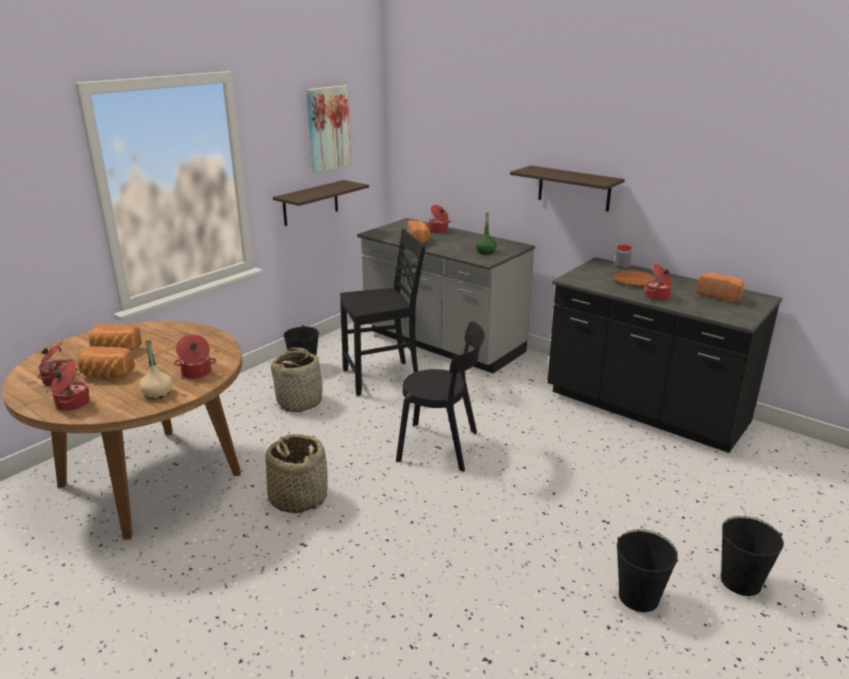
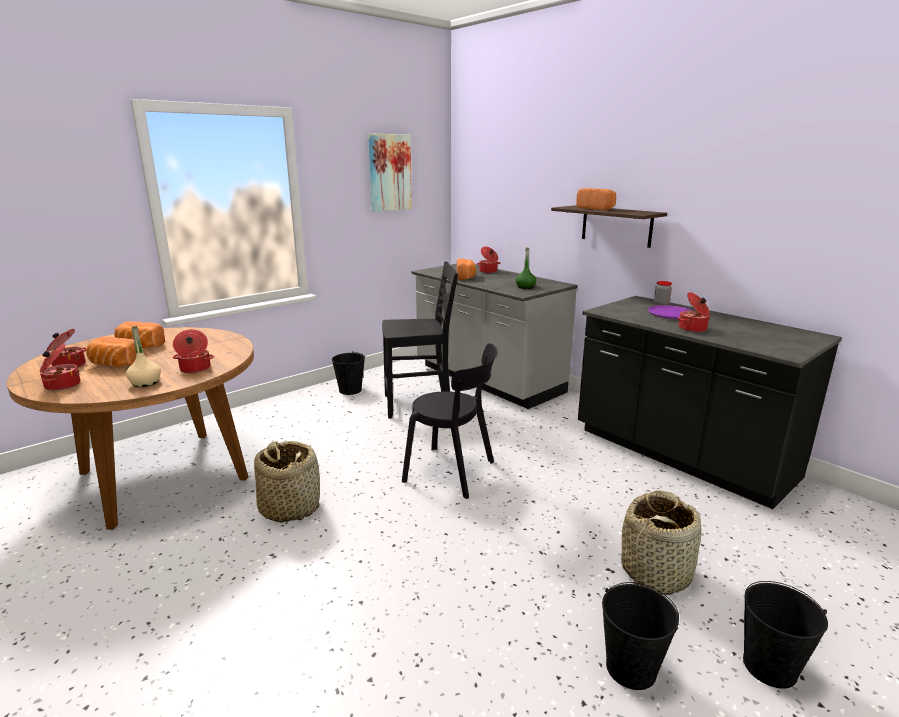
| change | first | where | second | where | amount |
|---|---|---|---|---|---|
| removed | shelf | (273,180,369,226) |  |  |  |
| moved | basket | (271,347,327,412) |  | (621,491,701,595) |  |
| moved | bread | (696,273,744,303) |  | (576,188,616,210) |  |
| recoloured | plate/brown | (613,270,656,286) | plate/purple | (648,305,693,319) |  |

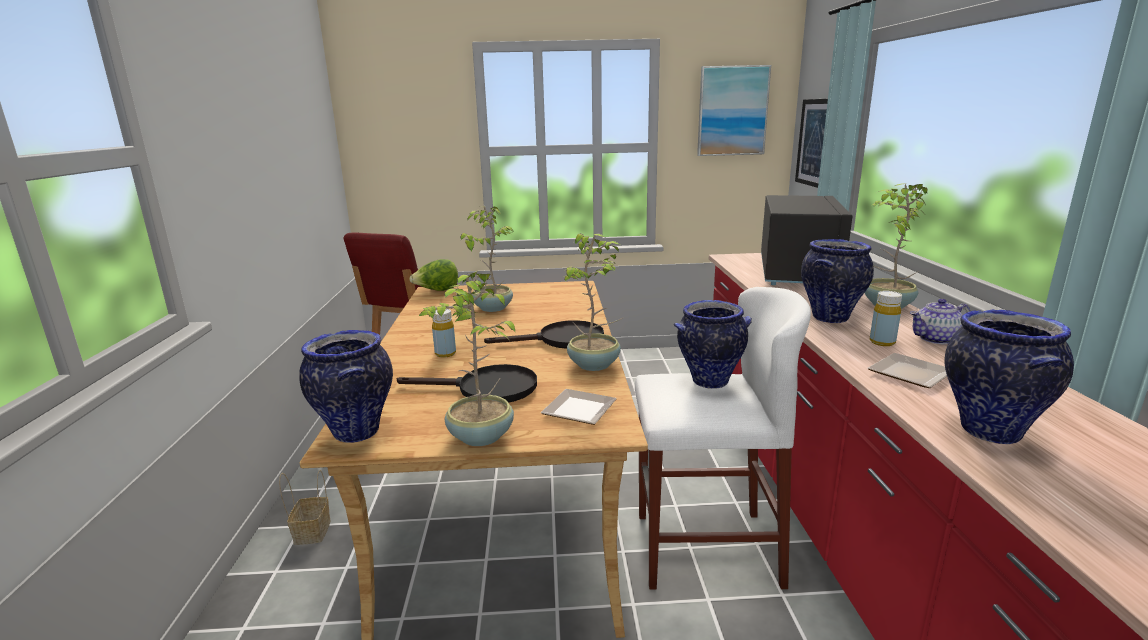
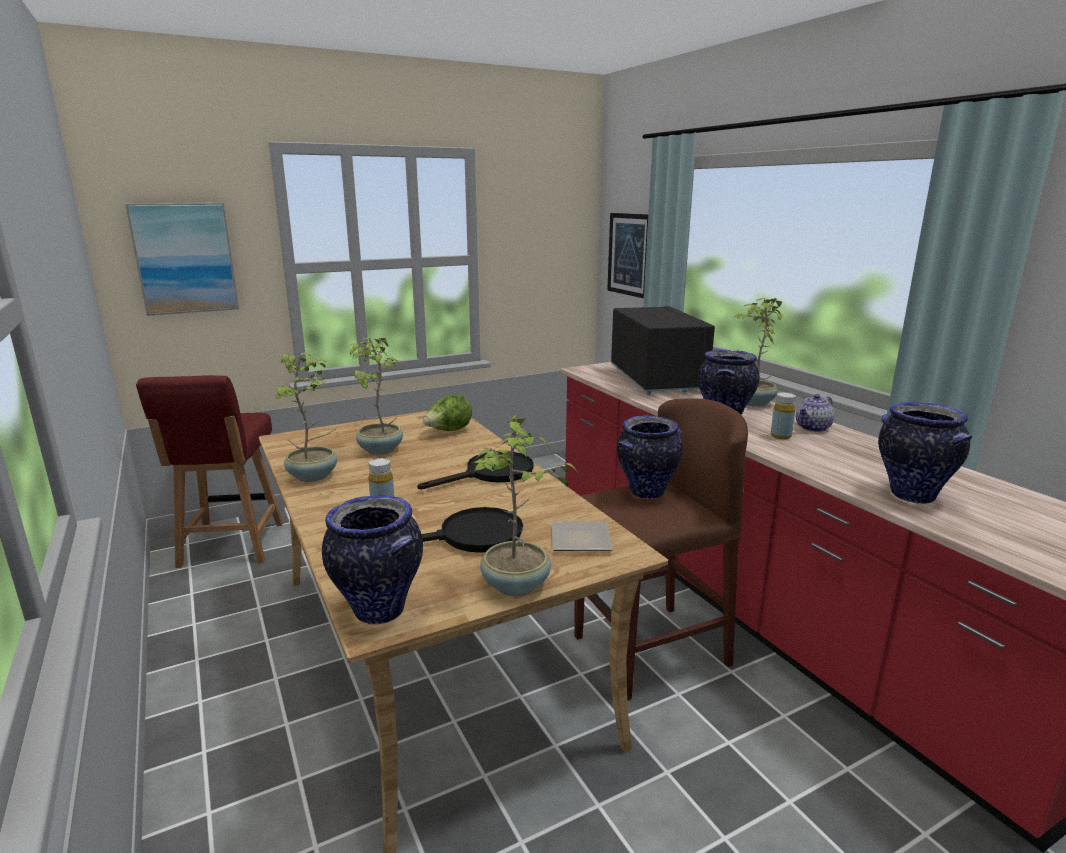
| change | first | where | second | where | amount |
|---|---|---|---|---|---|
| removed | basket | (279,470,331,545) |  |  |  |
| removed | plate | (867,353,947,388) |  |  |  |
| moved | lettuce | (409,259,458,291) |  | (423,394,472,431) |  |
| moved | potted plant | (564,233,624,371) |  | (275,353,337,482) |  |
| moved | picture | (697,65,771,156) |  | (125,203,239,316) |  |
| recoloured | stool/white | (635,287,811,590) | stool/brown | (574,399,748,700) |  |

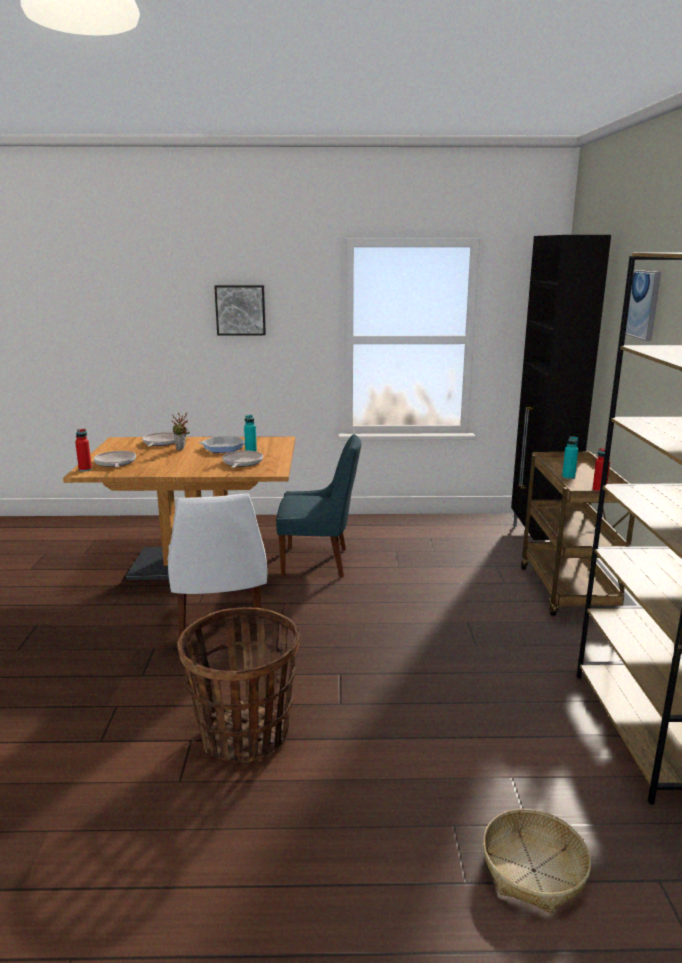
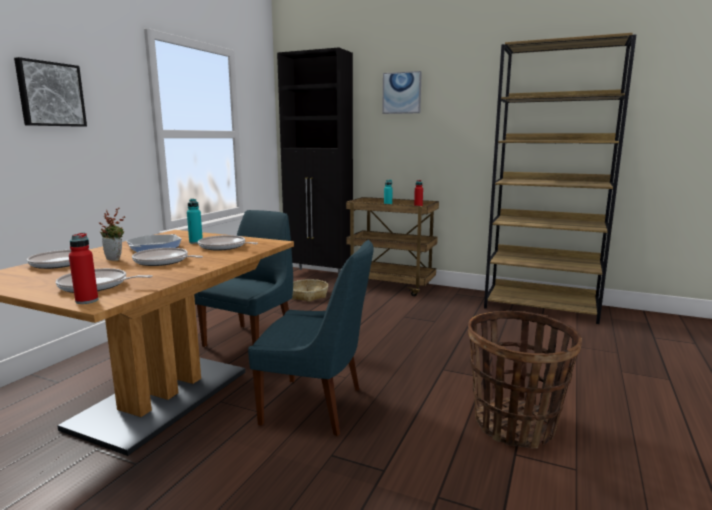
| change | first | where | second | where | amount |
|---|---|---|---|---|---|
| added |  |  | frying pan | (132,248,203,266) |  |
| moved | basket | (483,809,591,914) |  | (292,279,329,302) |  |
| recoloured | chair/white | (167,493,267,638) | chair/blue | (248,240,374,436) |  |

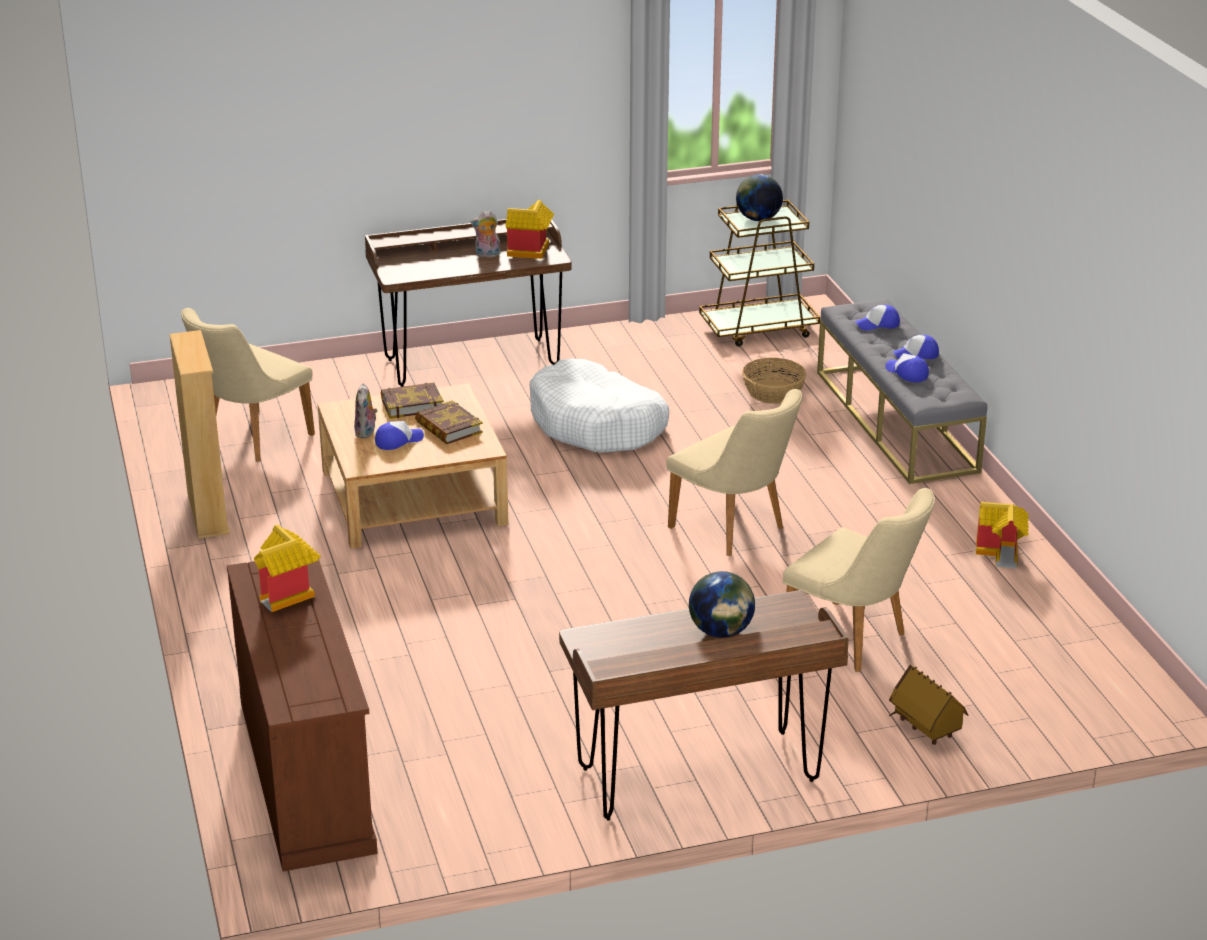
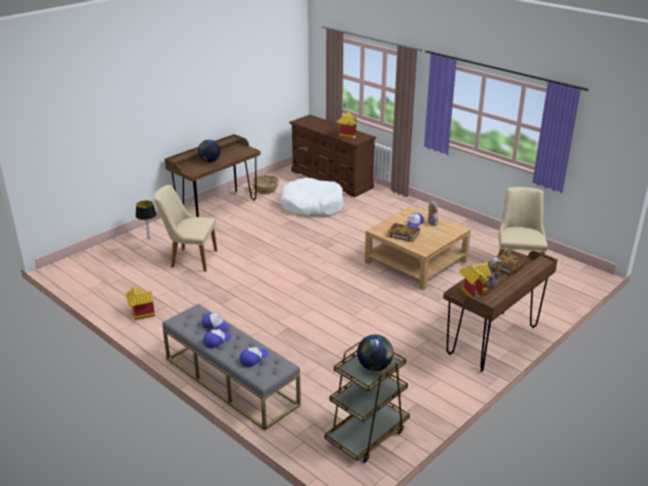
| change | first | where | second | where | amount |
|---|---|---|---|---|---|
| removed | bookcase/beige | (169,330,230,539) |  |  |  |
| removed | chair/beige | (666,389,802,556) |  |  |  |
| moved | book | (381,383,444,419) |  | (497,249,528,275) |  |
| moved | dog bed/white | (530,359,669,452) |  | (280,178,344,217) |  |
| moved | basket | (742,358,806,404) |  | (251,175,279,194) |  |
| replaced | toy house | (889,665,968,745) | table lamp | (136,201,156,239) |  |

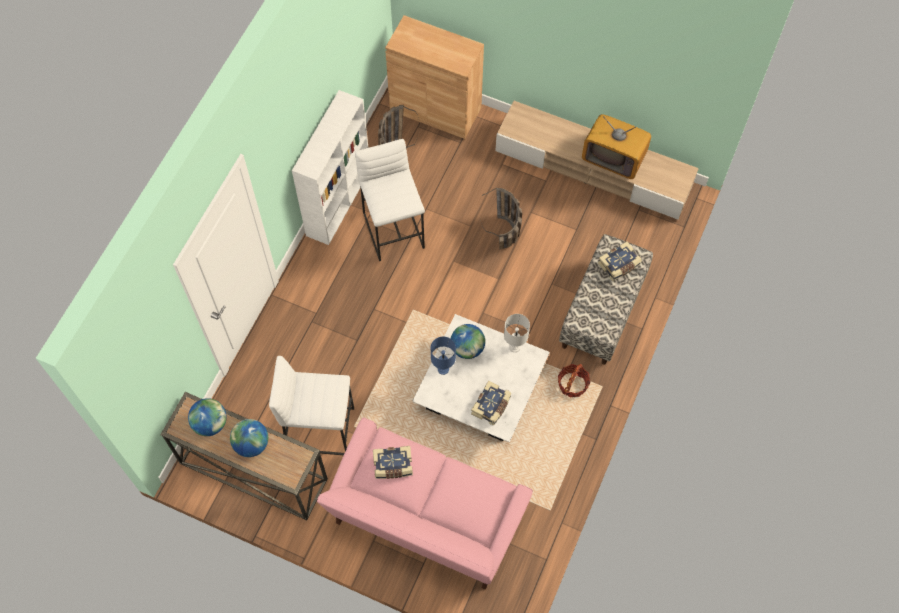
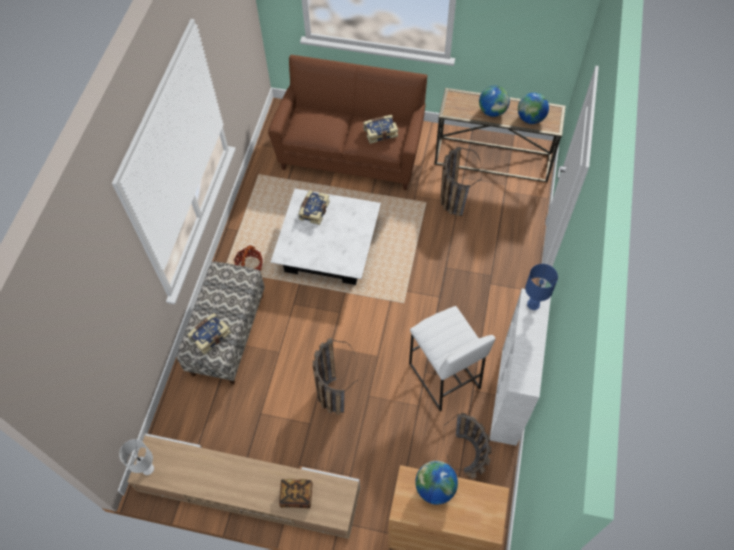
| change | first | where | second | where | amount |
|---|---|---|---|---|---|
| removed | television | (582,114,651,179) |  |  |  |
| added |  |  | book | (279,479,313,508) |  |
| moved | table lamp/blue | (431,337,456,375) |  | (525,264,558,310) |  |
| moved | globe | (451,324,485,359) |  | (415,461,458,505) |  |
| moved | table lamp/white | (504,314,530,352) |  | (119,439,154,475) |  |
| replaced | stool/white | (269,356,354,455) | basket | (440,147,482,216) |  |
| recoloured | sofa/pink | (317,417,533,590) | sofa/brown | (268,55,427,190) |  |

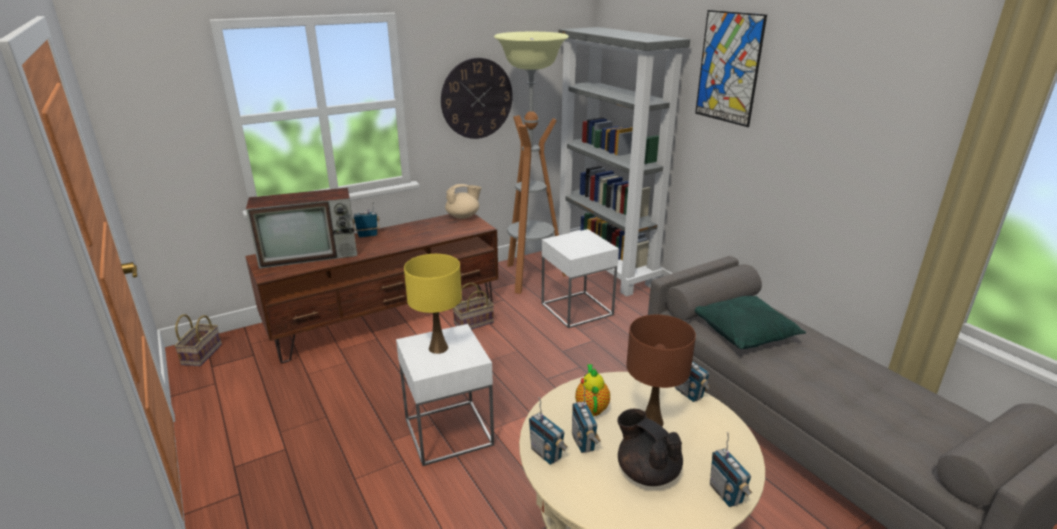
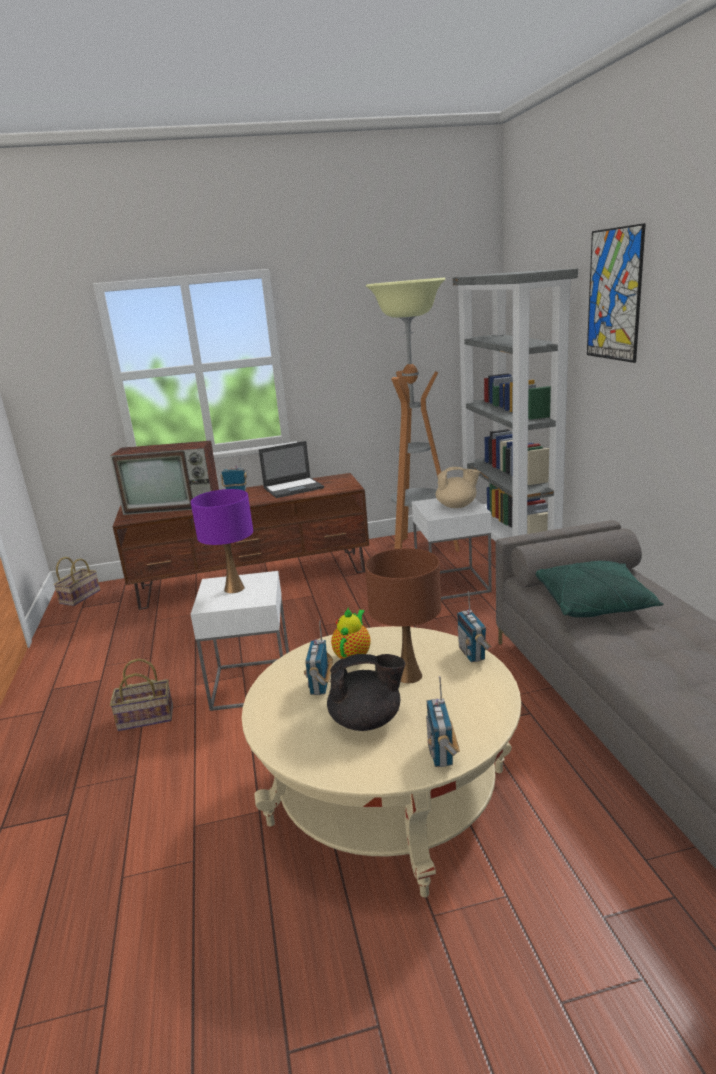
| change | first | where | second | where | amount |
|---|---|---|---|---|---|
| removed | wall clock | (441,58,513,139) |  |  |  |
| removed | radio | (529,397,568,465) |  |  |  |
| added |  |  | laptop | (259,441,324,498) |  |
| moved | teapot/beige | (445,184,481,219) |  | (436,467,480,508) |  |
| moved | basket | (453,283,494,330) |  | (110,659,173,731) |  |
| recoloured | table lamp/yellow | (404,254,462,354) | table lamp/purple | (191,489,253,593) |  |
| turned | teapot/black | (617,409,683,486) |  | (327,654,405,731) | 105 degrees clockwise |

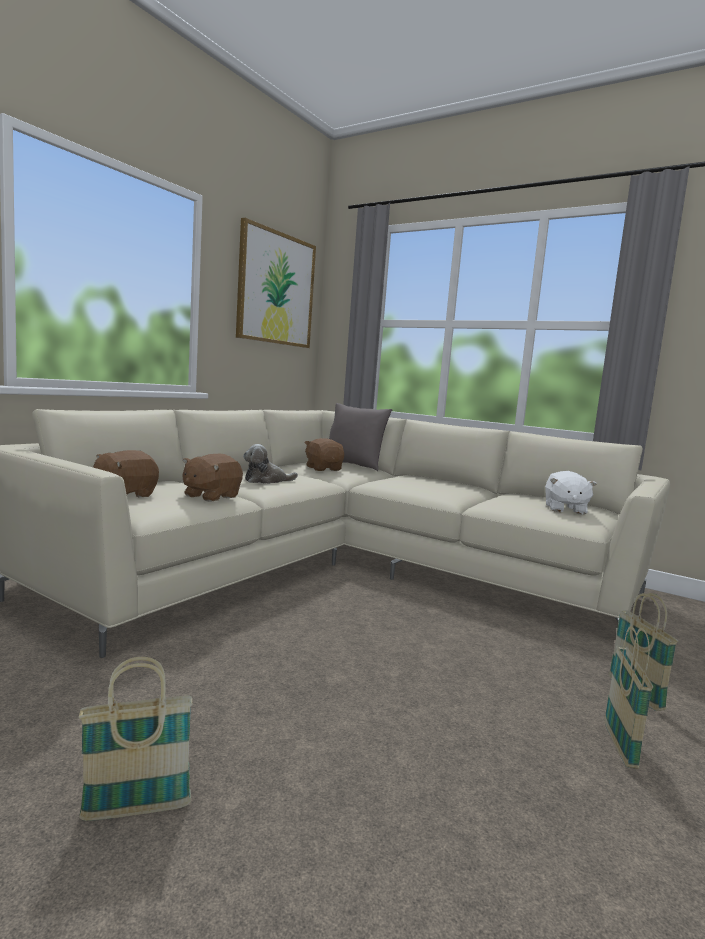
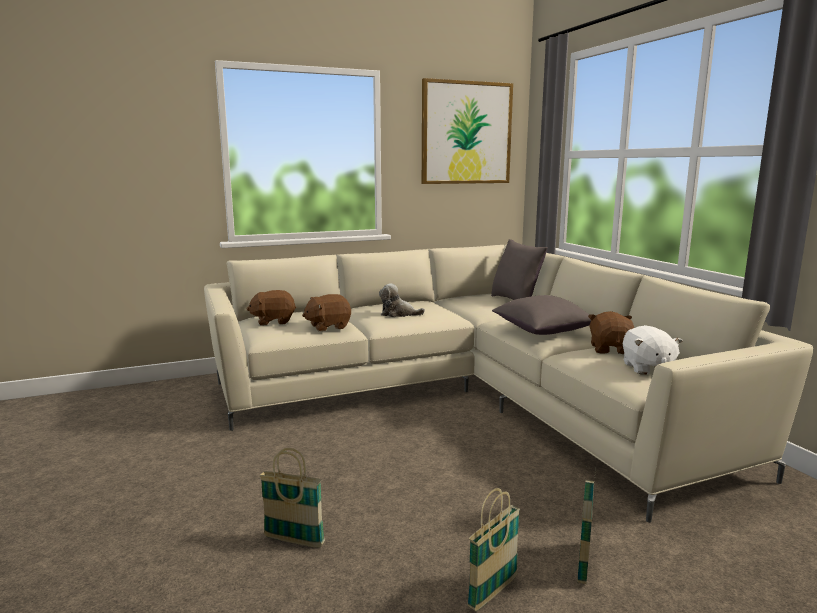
| change | first | where | second | where | amount |
|---|---|---|---|---|---|
| added |  |  | pillow/grey | (492,295,591,335) |  |
| moved | basket | (78,657,193,821) |  | (260,448,325,548) |  |
| moved | plush toy/brown | (304,438,344,471) |  | (588,311,634,354) |  |
| turned | plush toy/white | (545,471,597,515) |  | (623,325,683,375) | 45 degrees counterclockwise |

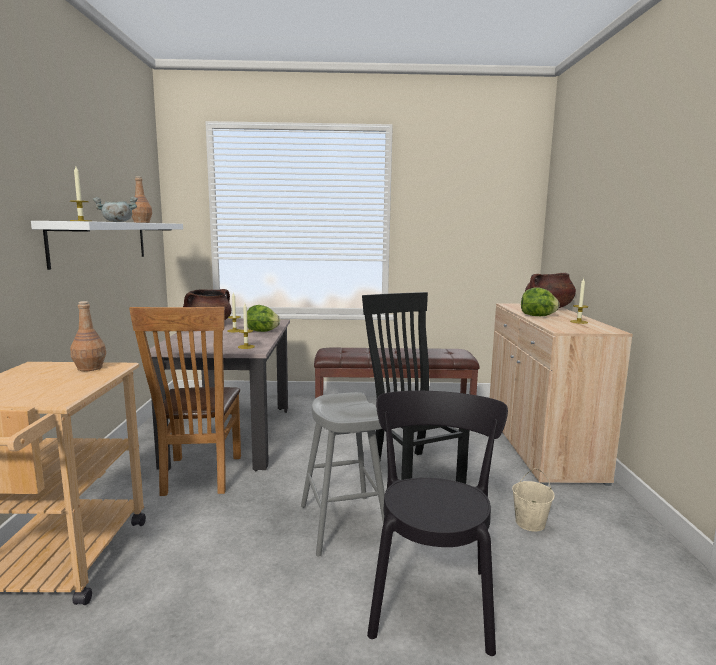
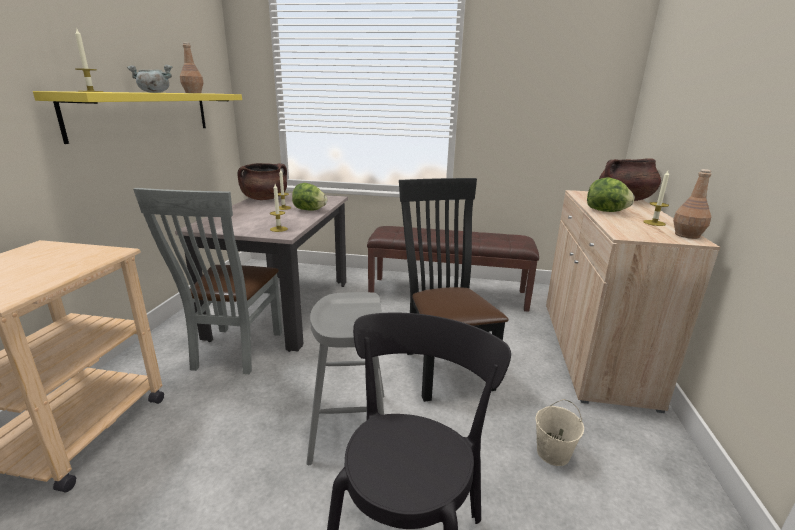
| change | first | where | second | where | amount |
|---|---|---|---|---|---|
| moved | bottle/brown | (70,301,106,371) |  | (673,169,712,239) |  |
| recoloured | shelf/white | (31,221,183,270) | shelf/yellow | (33,91,242,144) |  |
| recoloured | chair/brown | (129,307,241,496) | chair/grey | (133,188,282,374) |  |

